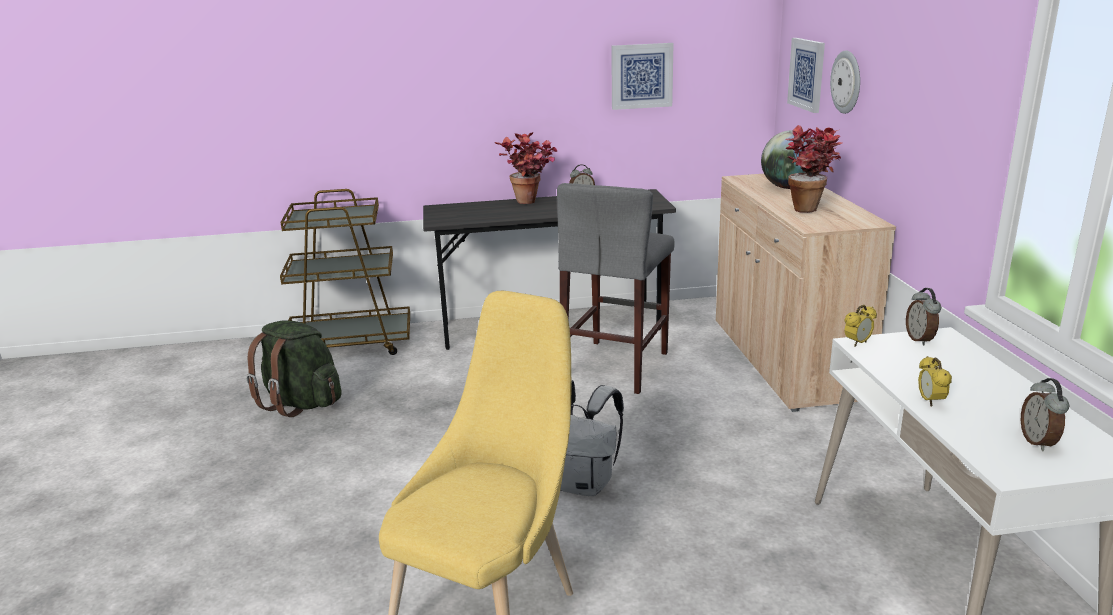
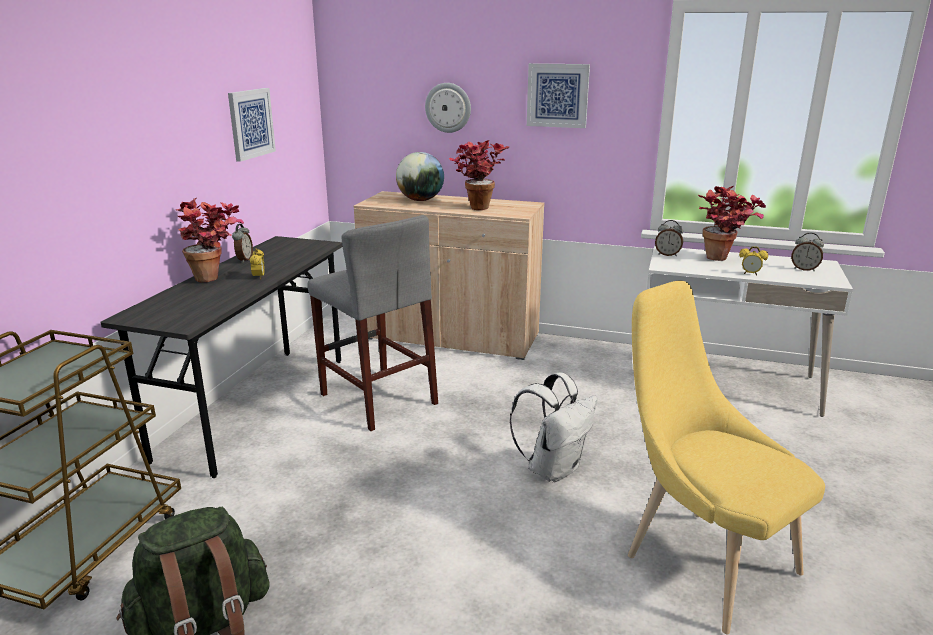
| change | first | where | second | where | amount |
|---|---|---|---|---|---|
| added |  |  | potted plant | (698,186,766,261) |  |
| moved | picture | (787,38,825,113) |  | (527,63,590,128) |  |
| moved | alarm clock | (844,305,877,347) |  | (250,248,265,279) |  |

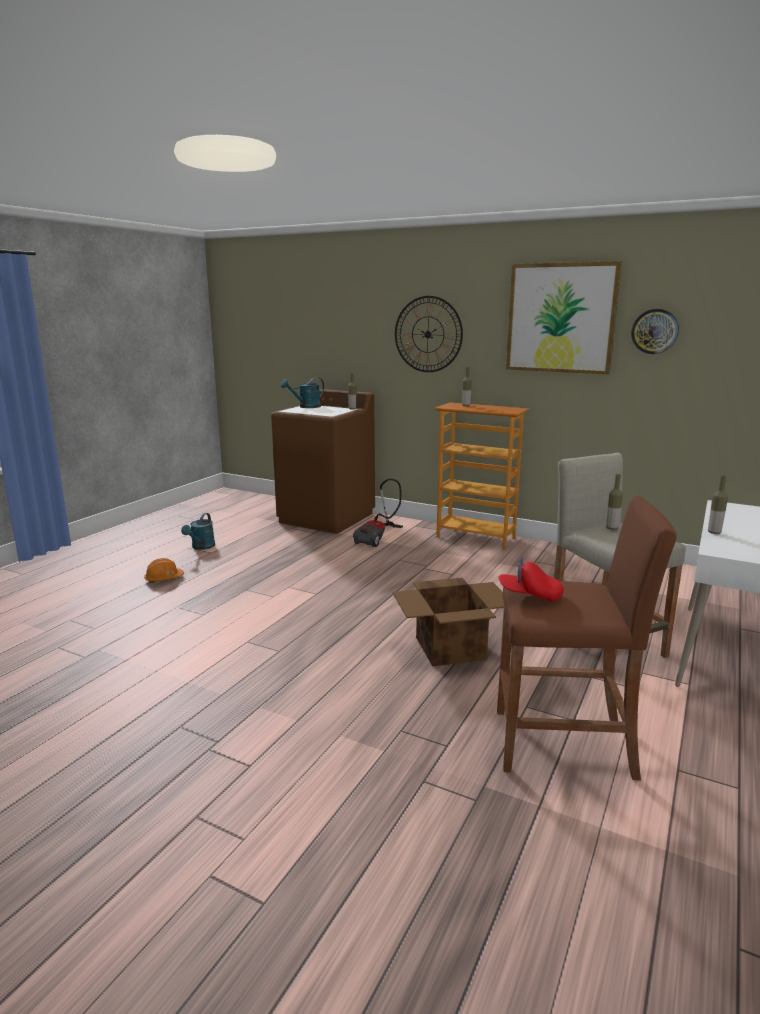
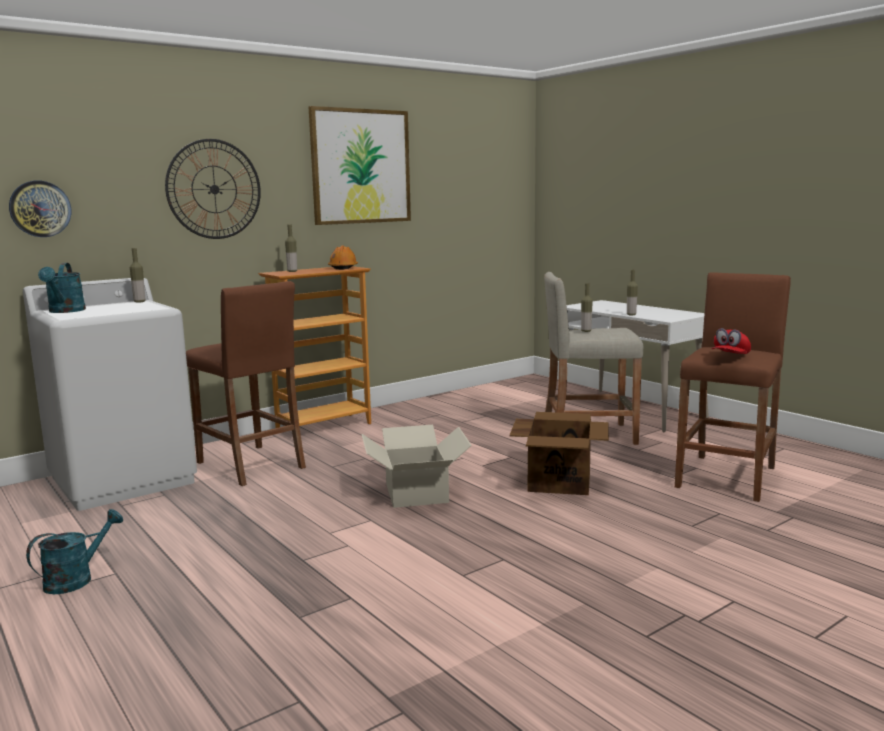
| change | first | where | second | where | amount |
|---|---|---|---|---|---|
| added |  |  | cardboard box | (362,425,472,508) |  |
| moved | hard hat/orange | (144,558,184,583) |  | (328,246,358,270) |  |
| moved | wall clock | (631,309,679,354) |  | (9,181,71,237) |  |
| replaced | vacuum cleaner | (353,478,403,547) | stool/brown | (186,281,306,486) |  |
| recoloured | washing machine/brown | (271,389,375,534) | washing machine/white | (23,278,197,511) |  |
| turned | watering can/turquoise | (181,513,215,550) |  | (26,509,123,594) | 90 degrees counterclockwise |

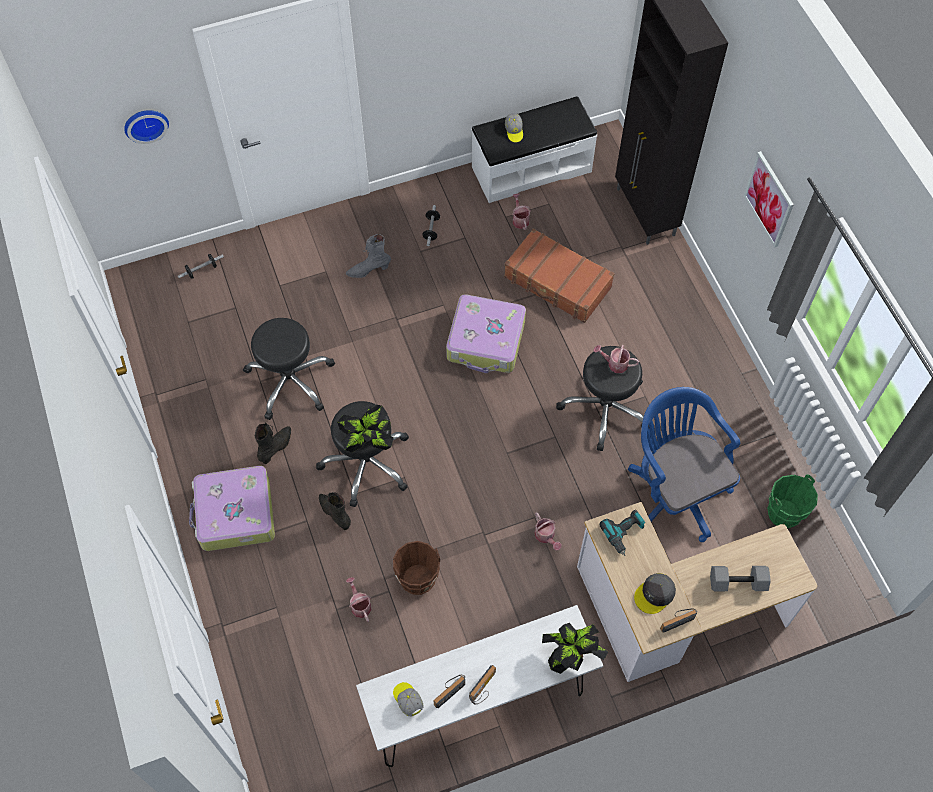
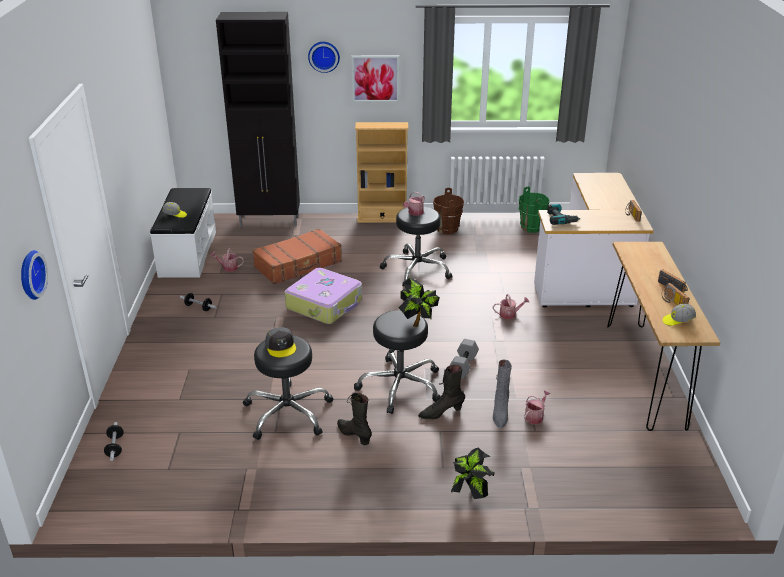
| change | first | where | second | where | amount |
|---|---|---|---|---|---|
| removed | suitcase | (189,466,275,551) |  |  |  |
| removed | office chair/blue | (628,387,740,542) |  |  |  |
| added |  |  | wall clock | (308,42,340,73) |  |
| added |  |  | bookcase/beige | (355,122,408,223) |  |
| moved | boot/grey | (346,234,391,278) |  | (493,359,512,428) |  |
| moved | bucket/brown | (393,541,440,595) |  | (433,188,464,235) |  |
| moved | potted plant | (542,623,609,674) |  | (451,448,495,499) |  |
| moved | cap/grey | (634,573,676,614) |  | (265,327,296,357) |  |
| moved | dumbbell/grey | (710,566,771,591) |  | (449,339,479,379) |  |
| recoloured | console table/white | (356,605,603,767) | console table/brown | (607,242,720,431) |  |
| turned | watering can | (346,577,371,622) |  | (524,390,551,424) | 135 degrees clockwise |

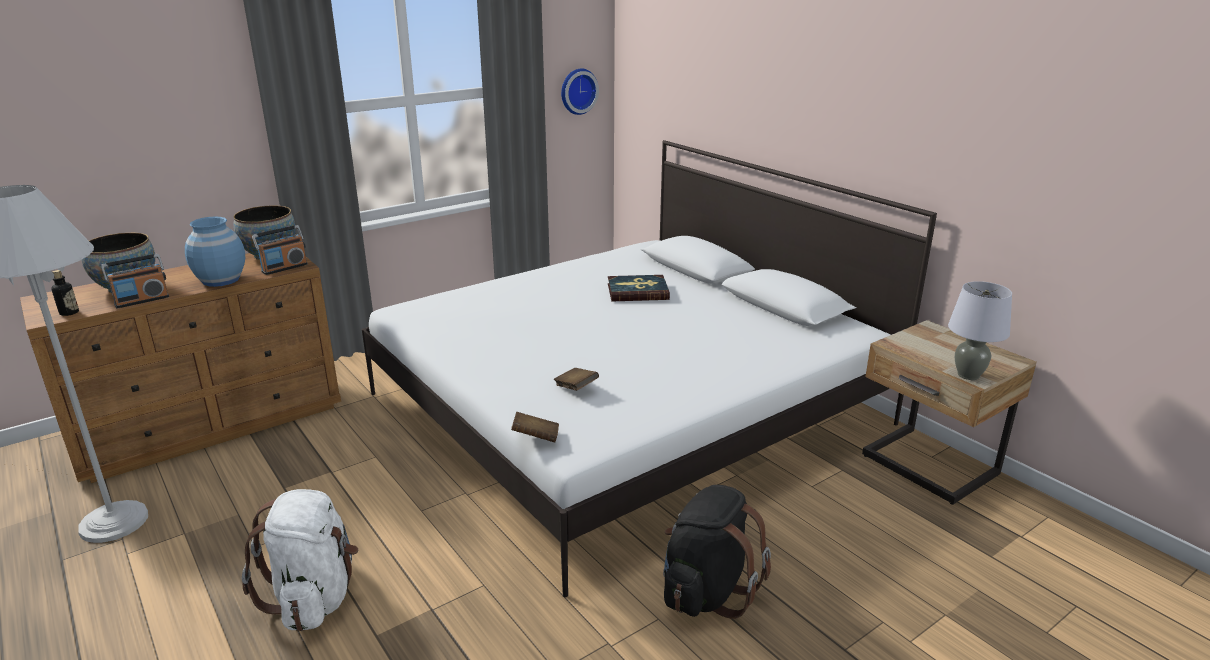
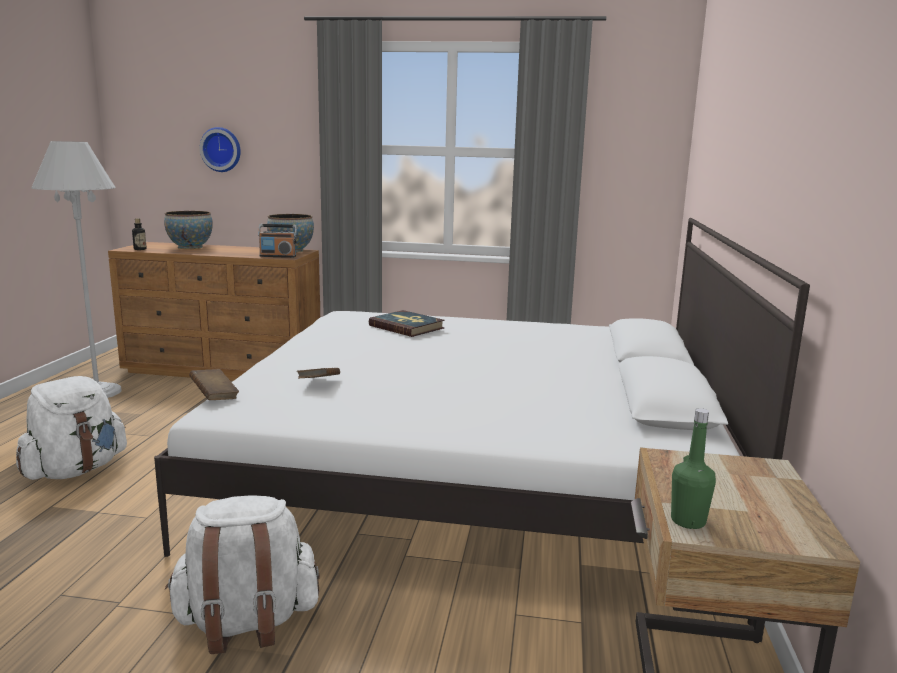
| change | first | where | second | where | amount |
|---|---|---|---|---|---|
| removed | radio | (101,254,169,308) |  |  |  |
| removed | vase/blue | (185,216,245,287) |  |  |  |
| moved | wall clock | (561,69,599,115) |  | (200,127,241,172) |  |
| moved | book | (608,275,670,302) |  | (369,310,445,337) |  |
| replaced | table lamp/grey | (948,281,1012,380) | bottle/green | (671,408,716,529) |  |
| recoloured | backpack/black | (663,485,771,619) | backpack/white | (165,495,320,654) |  |

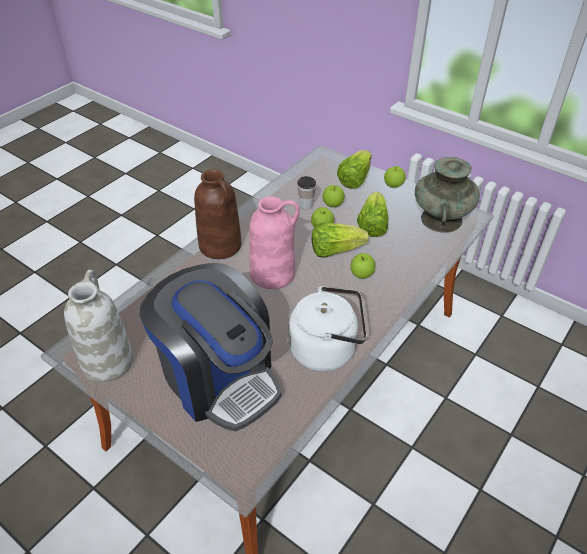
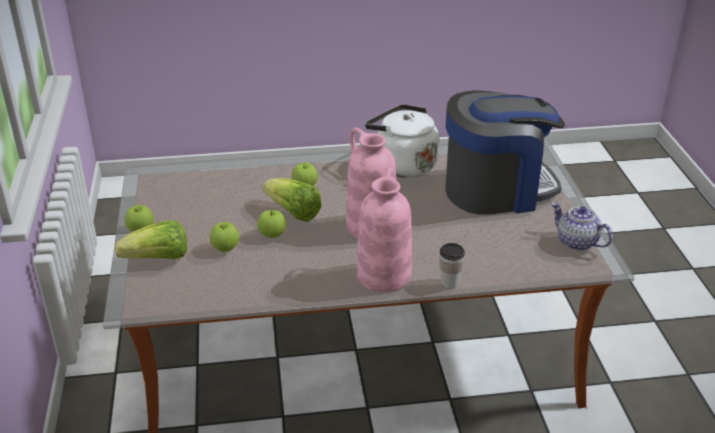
| change | first | where | second | where | amount |
|---|---|---|---|---|---|
| removed | lettuce | (357,192,388,237) |  |  |  |
| removed | vase/turquoise | (415,157,480,233) |  |  |  |
| moved | cup | (297,176,316,210) |  | (439,243,465,288) |  |
| replaced | vase/white | (64,269,133,382) | teapot | (551,202,613,251) |  |
| recoloured | vase/brown | (194,169,242,259) | vase/pink | (357,168,412,292) |  |
| turned | coffee machine | (140,263,282,432) |  | (445,90,565,215) | 75 degrees clockwise |

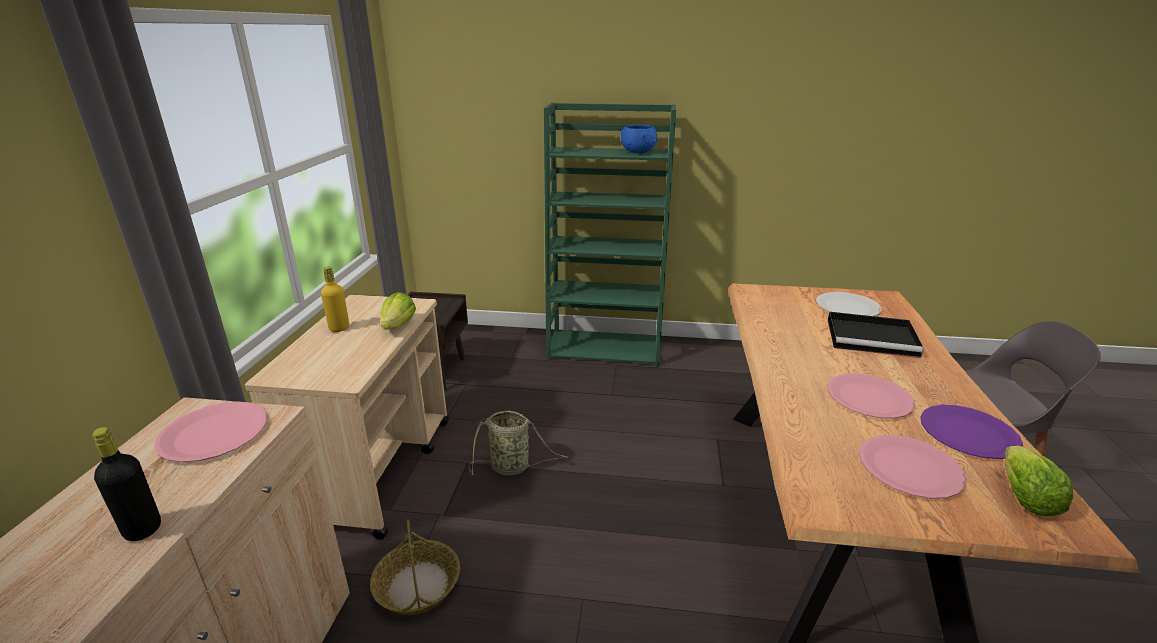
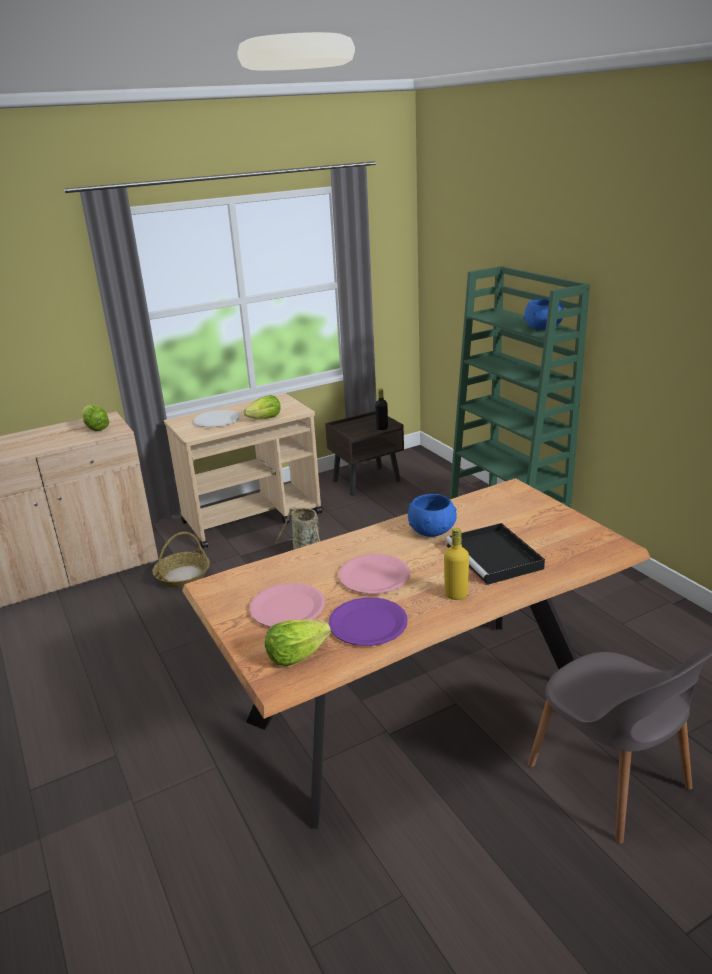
| change | first | where | second | where | amount |
|---|---|---|---|---|---|
| added |  |  | bowl/blue | (408,494,457,537) |  |
| moved | bottle/black | (92,427,161,541) |  | (375,389,388,430) |  |
| moved | bottle/yellow | (321,267,349,332) |  | (444,528,469,600) |  |
| moved | plate/white | (816,292,881,316) |  | (193,410,240,427) |  |
| replaced | plate/pink | (154,402,267,463) | lettuce | (82,405,110,431) |  |

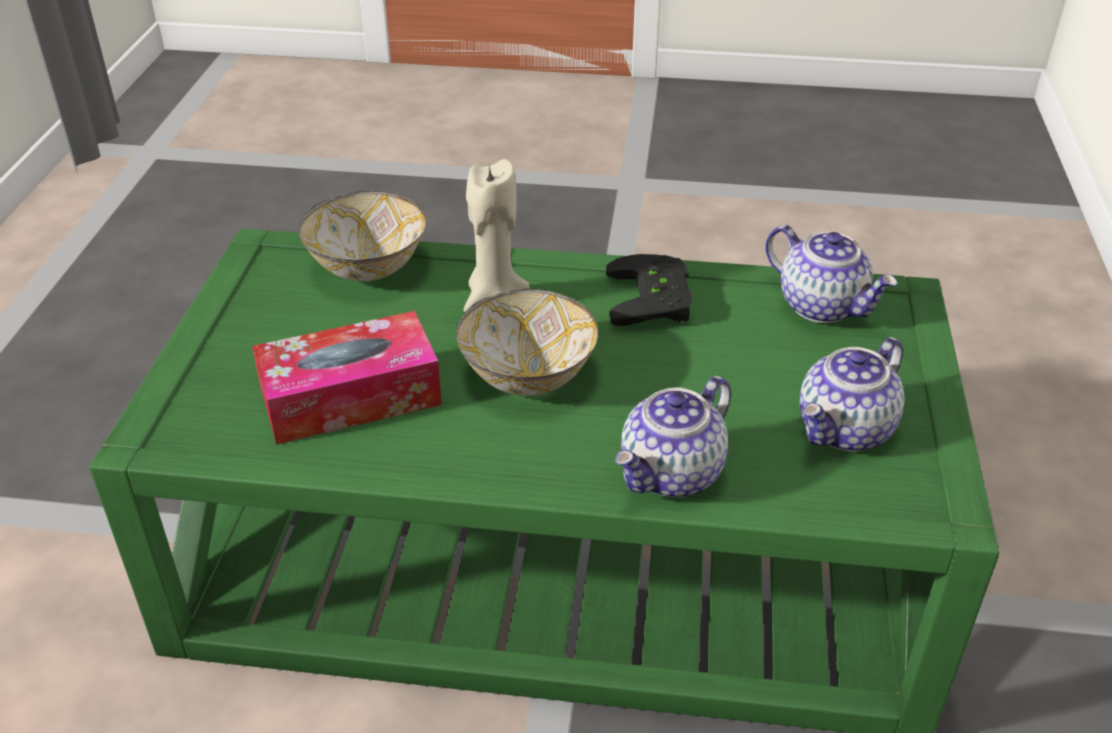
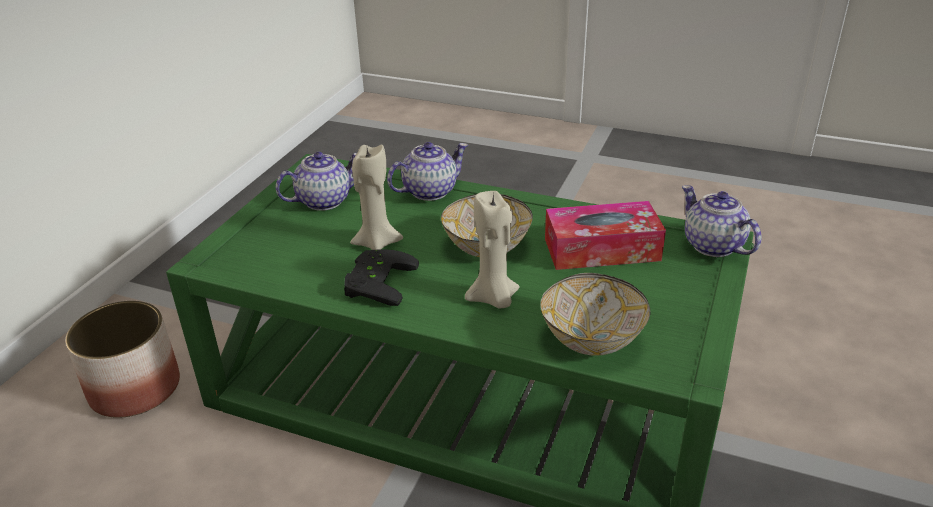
| change | first | where | second | where | amount |
|---|---|---|---|---|---|
| added |  |  | planter | (65,301,180,418) |  |
| added |  |  | candle/beige | (350,145,403,250) |  |
| moved | teapot | (765,225,898,323) |  | (682,185,761,257) |  |

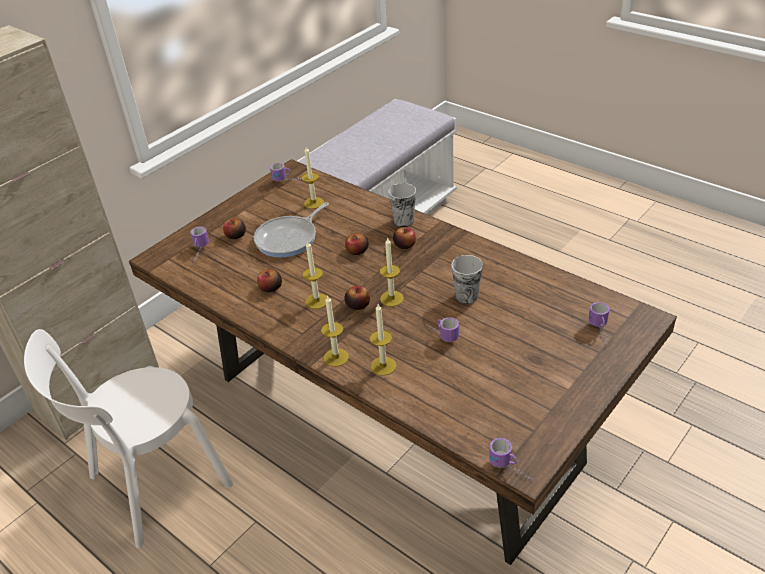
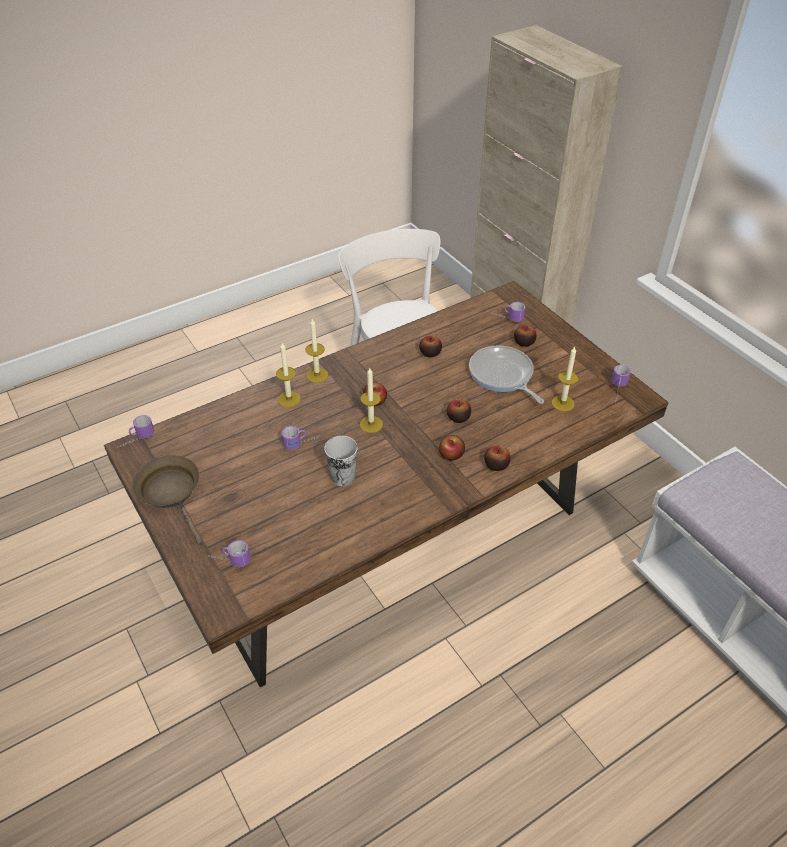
| change | first | where | second | where | amount |
|---|---|---|---|---|---|
| removed | candle | (303,241,327,309) |  |  |  |
| added |  |  | frying pan/brown | (132,455,203,545) |  |
| replaced | cup | (389,183,416,227) | apple | (484,446,511,471) |  |

